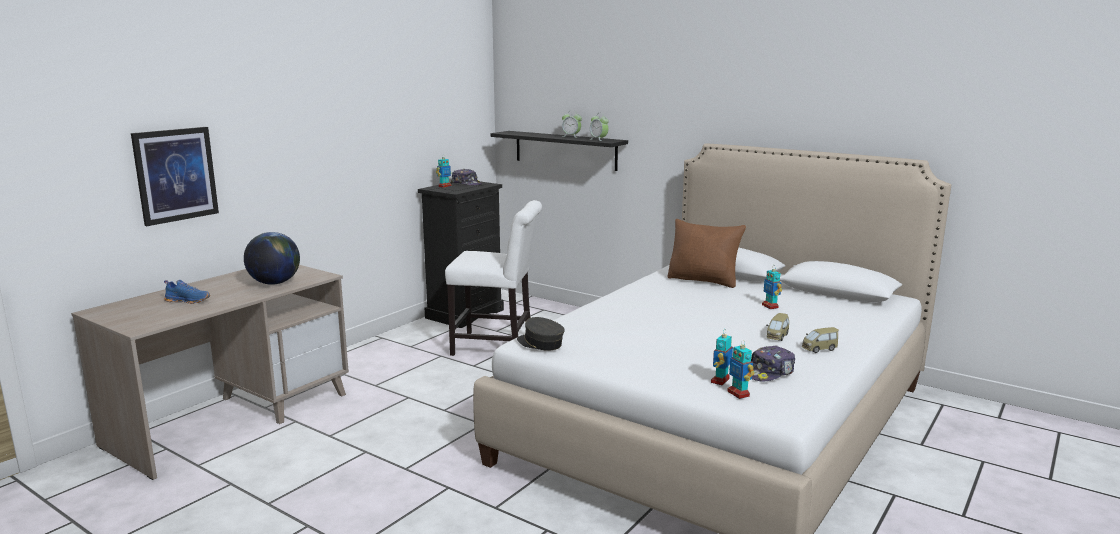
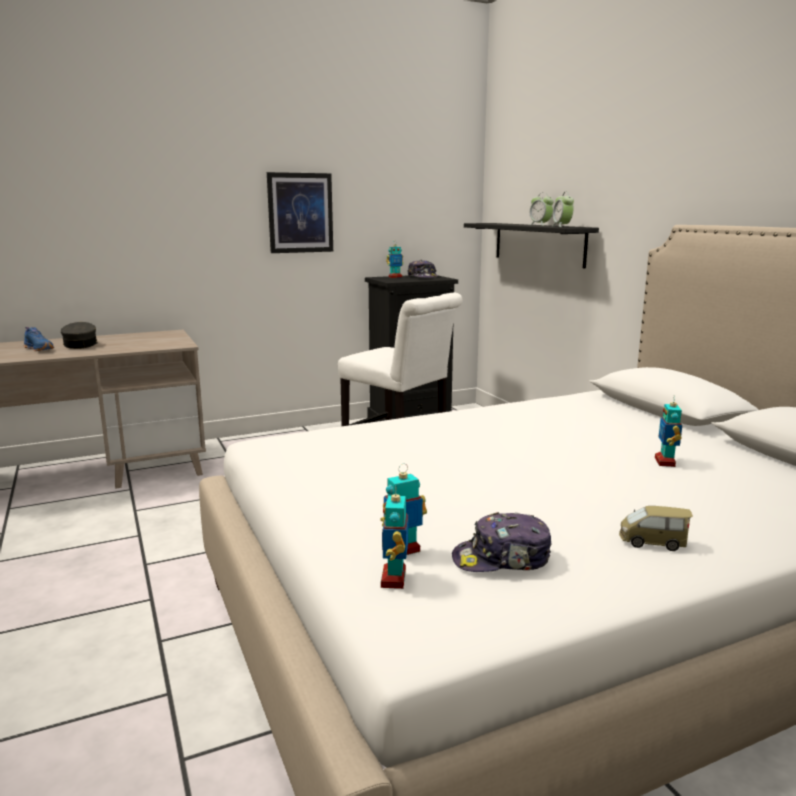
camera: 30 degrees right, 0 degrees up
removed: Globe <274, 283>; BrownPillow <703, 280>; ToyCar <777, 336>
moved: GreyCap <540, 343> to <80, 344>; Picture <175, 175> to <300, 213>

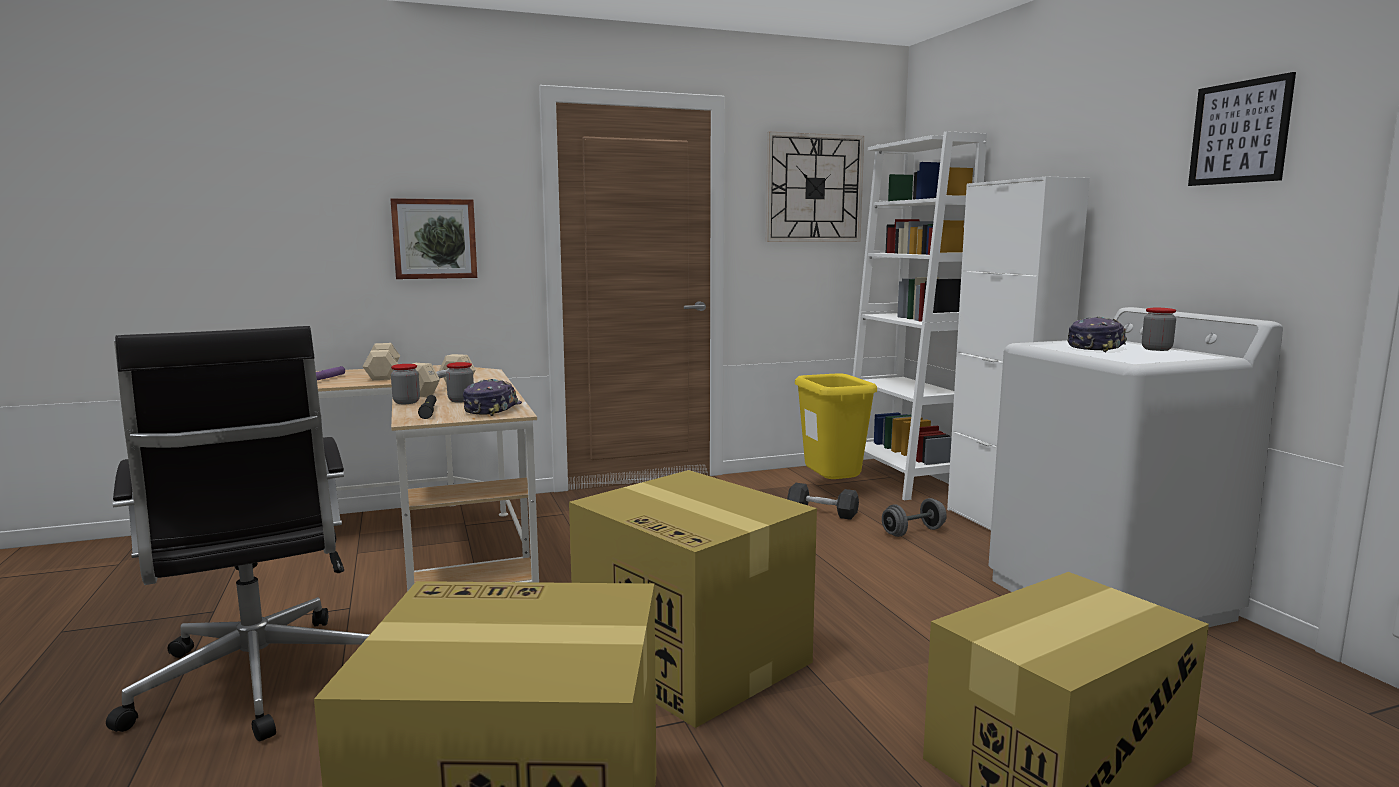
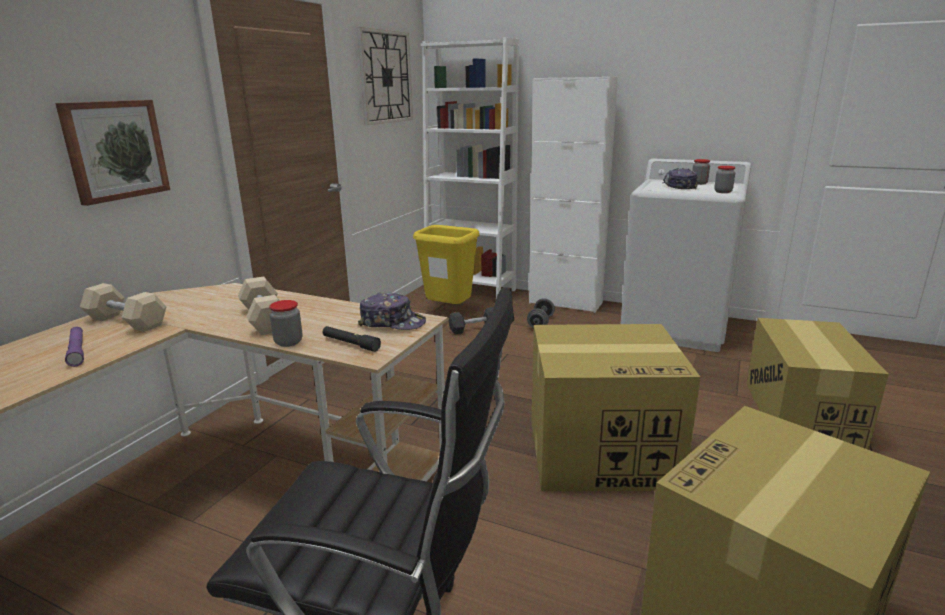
camera: 45 degrees left, 10 degrees up
removed: Picture <1239, 132>
moved: Jar <461, 400> to <723, 192>
turned: Cap <492, 409> = <392, 323> 135 degrees clockwise

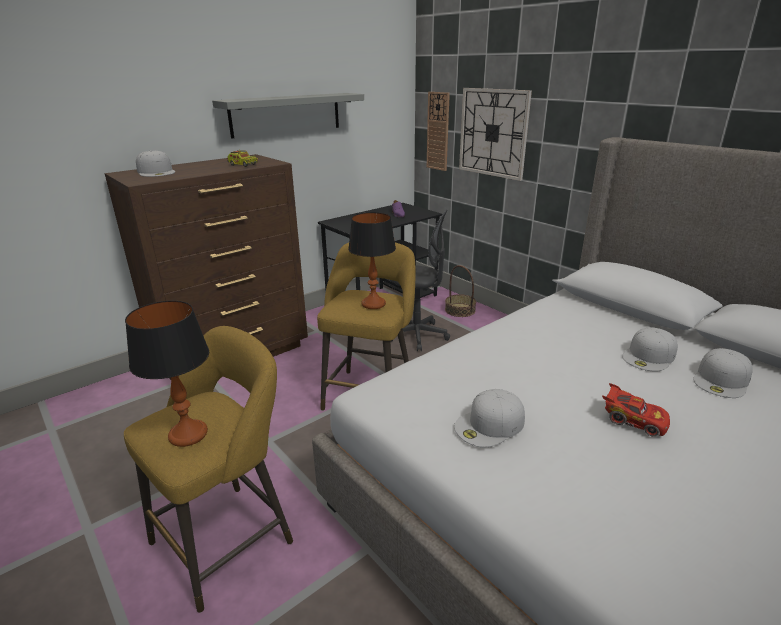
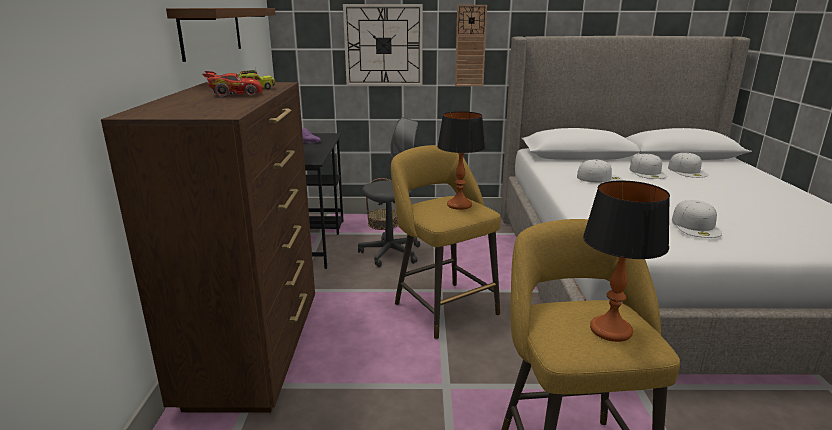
camera: 50 degrees left, 5 degrees down
moved: RedToyCar <633, 421> to <235, 95>; WallClock <438, 131> to <470, 46>; WhiteCap <156, 172> to <599, 178>
recoloured: GreyShelf <286, 114> to BrownShelf <212, 31>

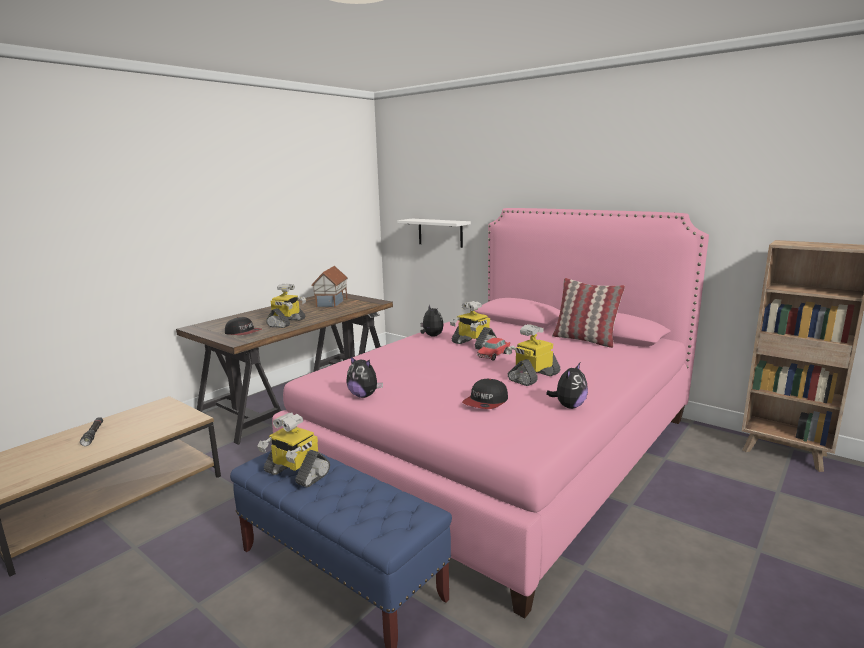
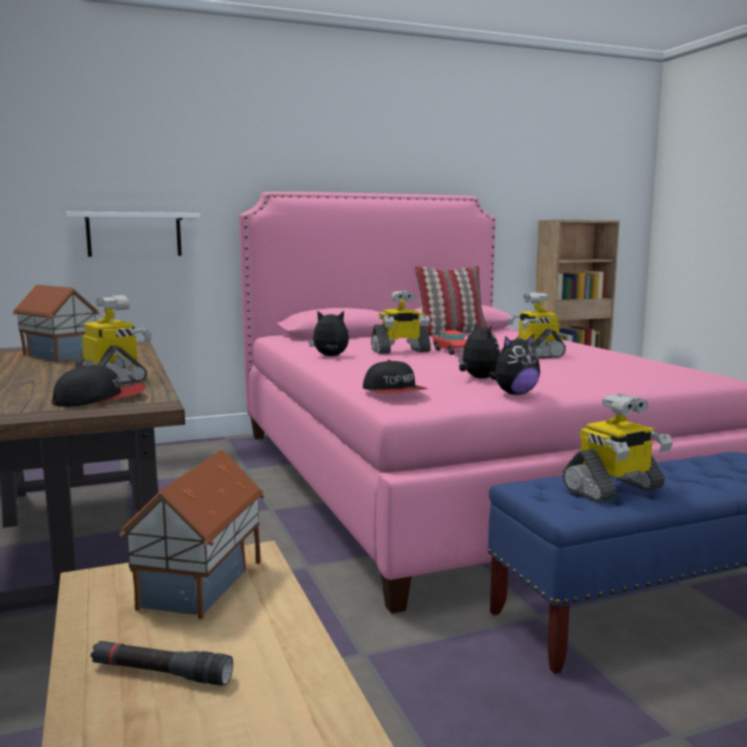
camera: 60 degrees left, 5 degrees down
added: ToyHouse <203, 584>
moved: Cap <486, 402> to <394, 391>; PlushToy <569, 406> to <478, 378>

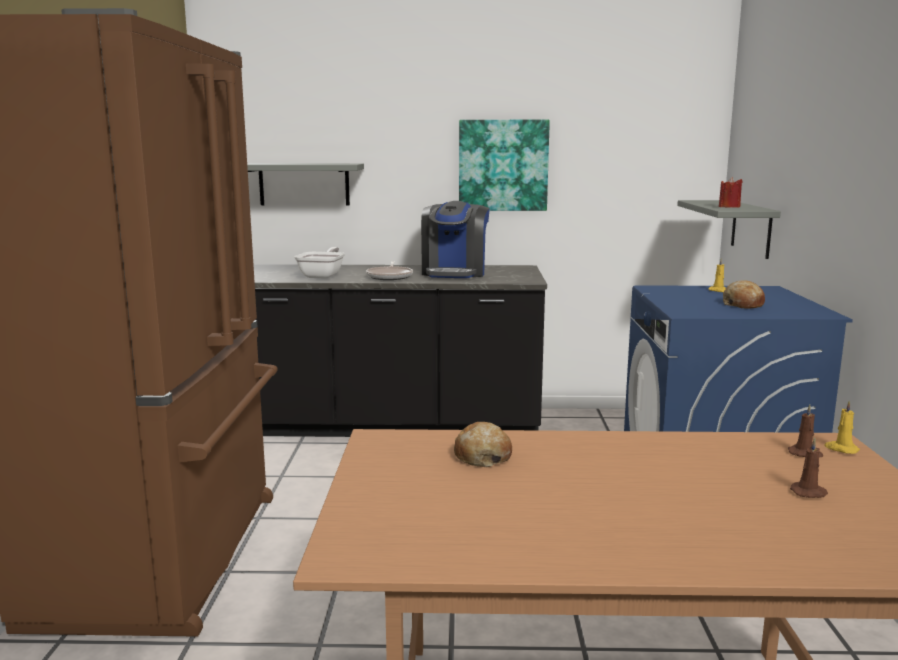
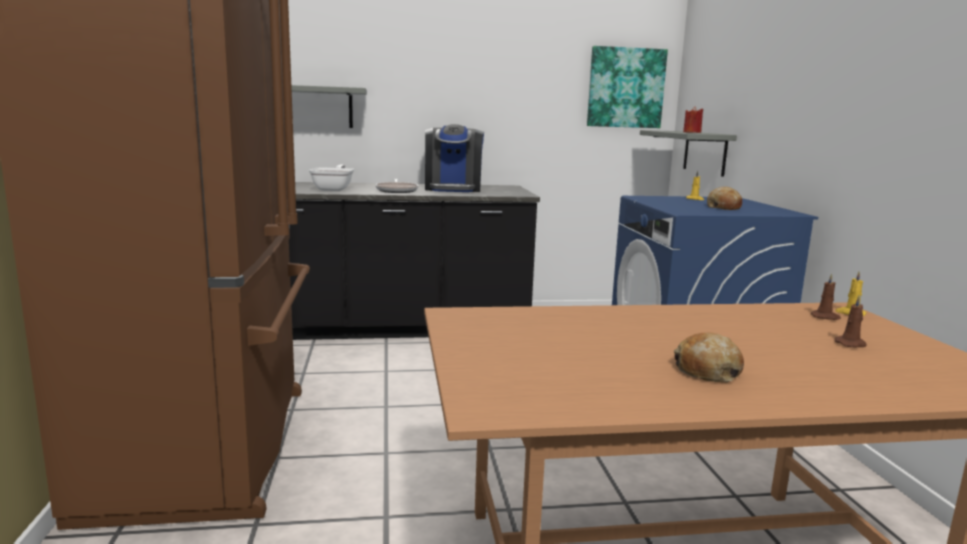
camera: 10 degrees left, 0 degrees up
moved: Picture <503, 165> to <625, 88>; Bread <482, 456> to <707, 371>

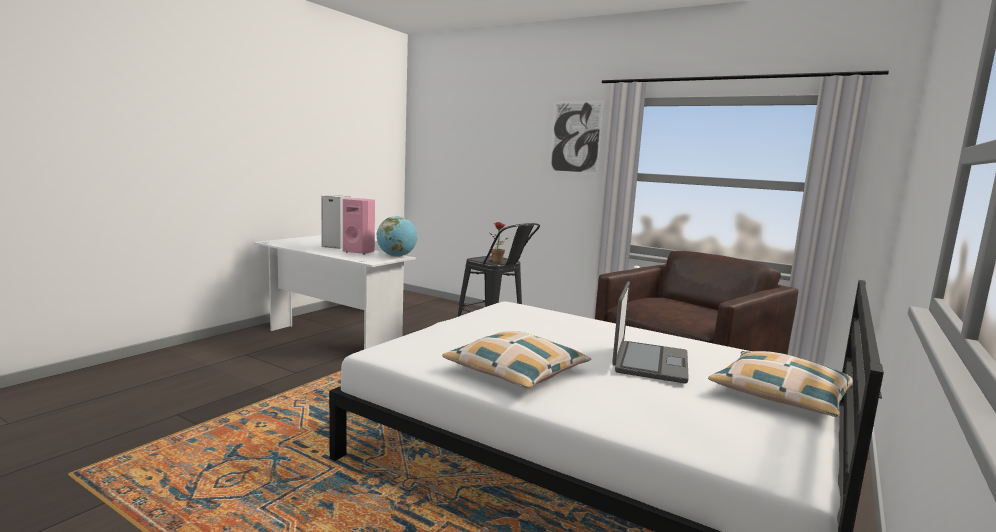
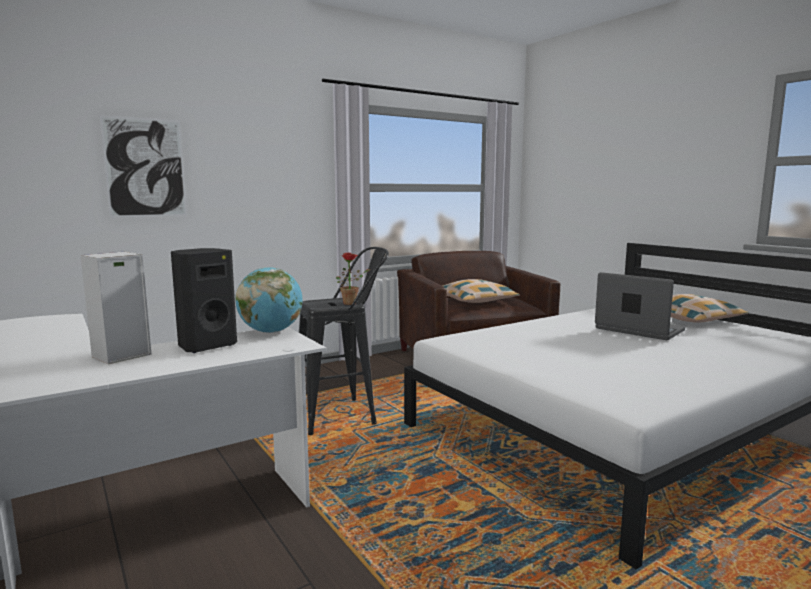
camera: 65 degrees left, 0 degrees up
moved: Picture <575, 137> to <145, 168>; Pillow <516, 371> to <475, 300>
recoloured: PinkSpeaker <359, 252> to BlackSpeaker <206, 346>

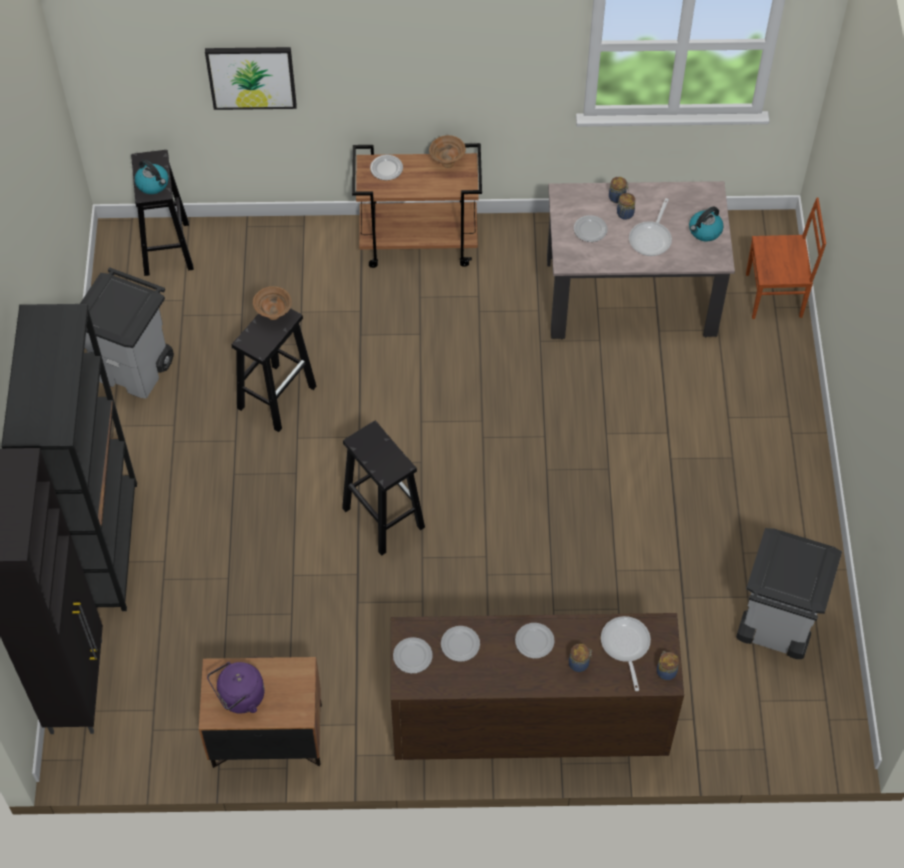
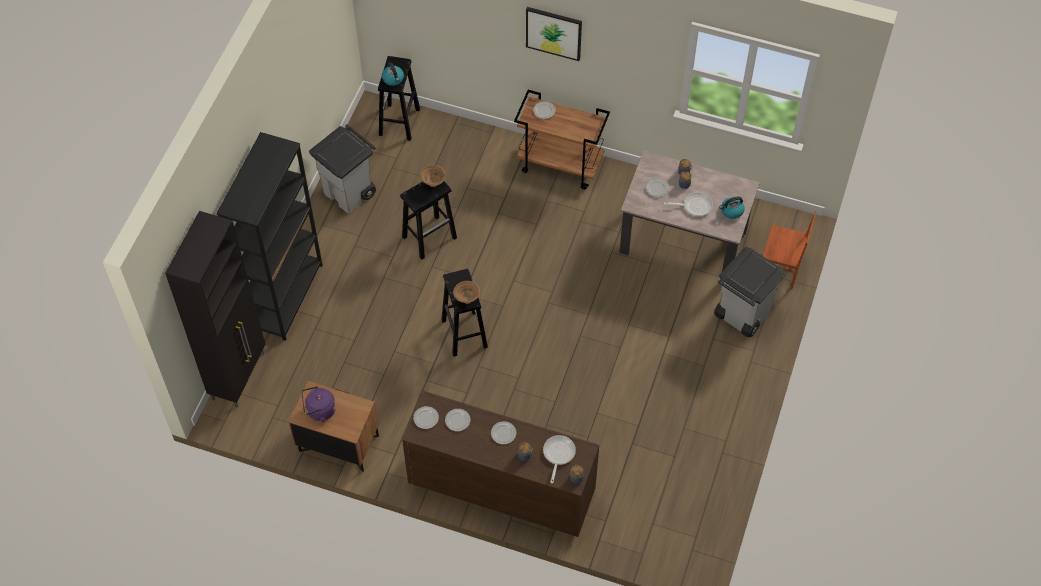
camera: 20 degrees right, 0 degrees up
moved: BrownBowl <447, 164> to <466, 300>; Picture <251, 77> to <554, 33>; GreyTrashCan <774, 627> to <741, 315>
turned: FryingPan <651, 238> = <694, 205> 135 degrees counterclockwise

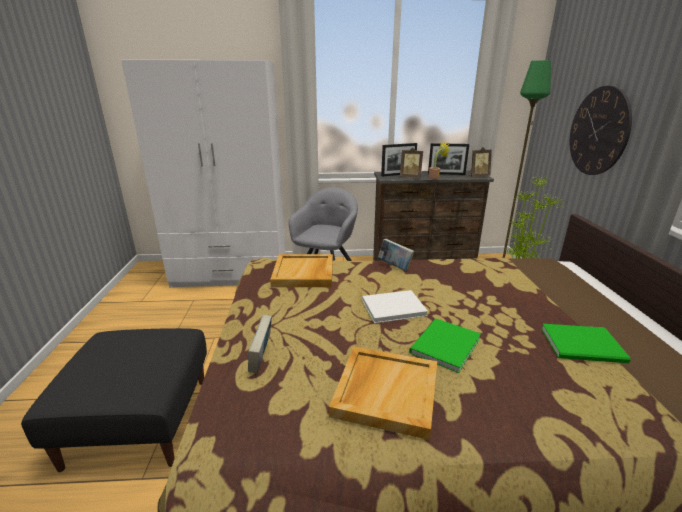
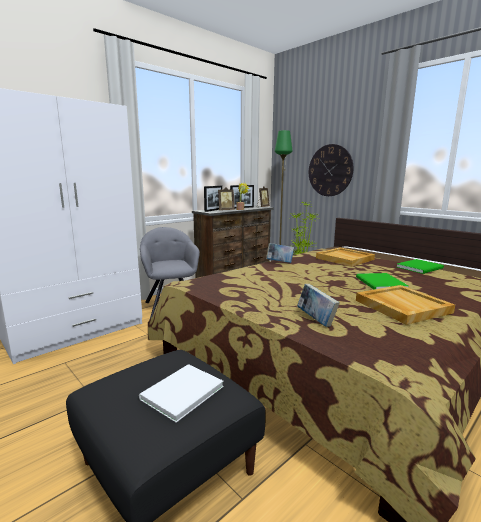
camera: 40 degrees left, 10 degrees down
moved: WhiteBook <391, 307> to <179, 393>; BeigeTray <304, 273> to <345, 259>

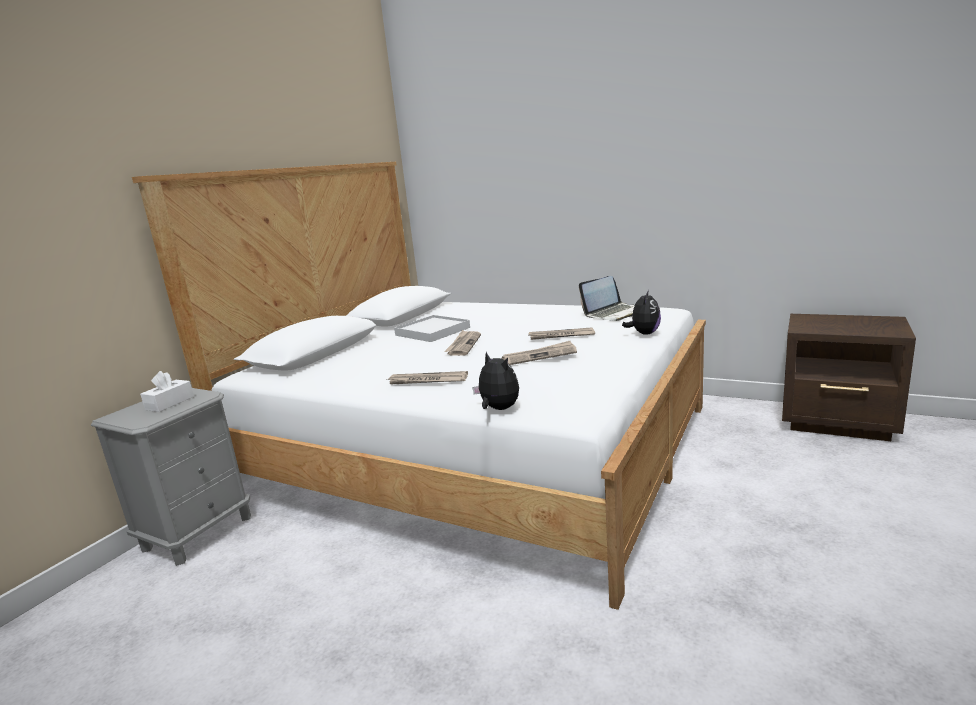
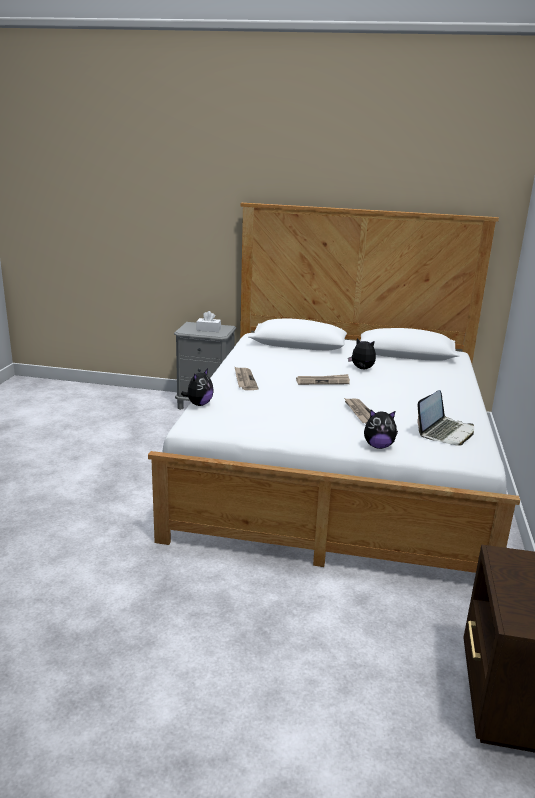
camera: 70 degrees right, 5 degrees up
removed: Newspaper <540, 356>
replaced: WhiteTray <432, 331> to PlushToy <362, 369>
turned: Laptop <613, 313> = <445, 432> 90 degrees counterclockwise

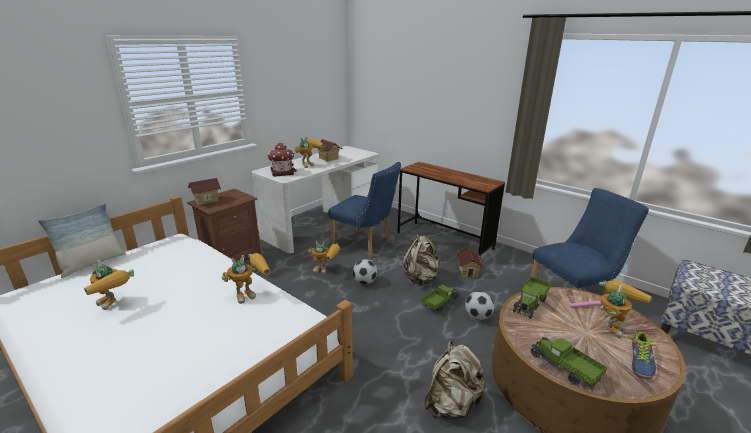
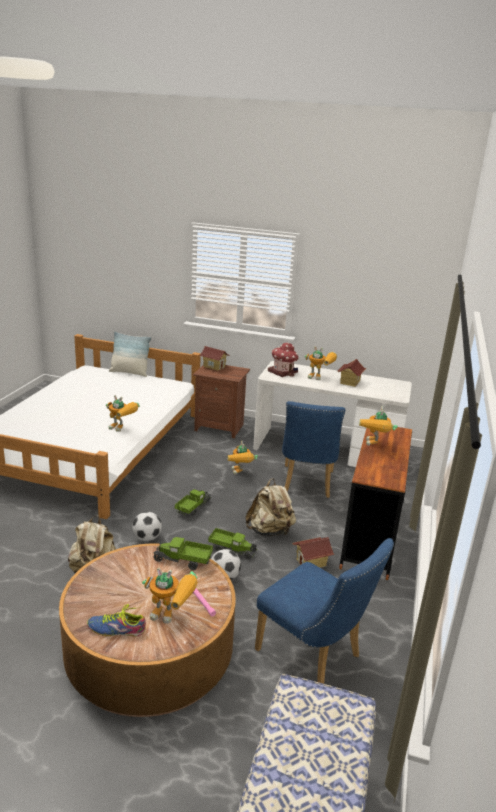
camera: 65 degrees right, 0 degrees up
moved: Football <365, 282> to <147, 538>; ToyTruck <564, 368> to <193, 508>; ToyRobot <115, 305> to <375, 446>

